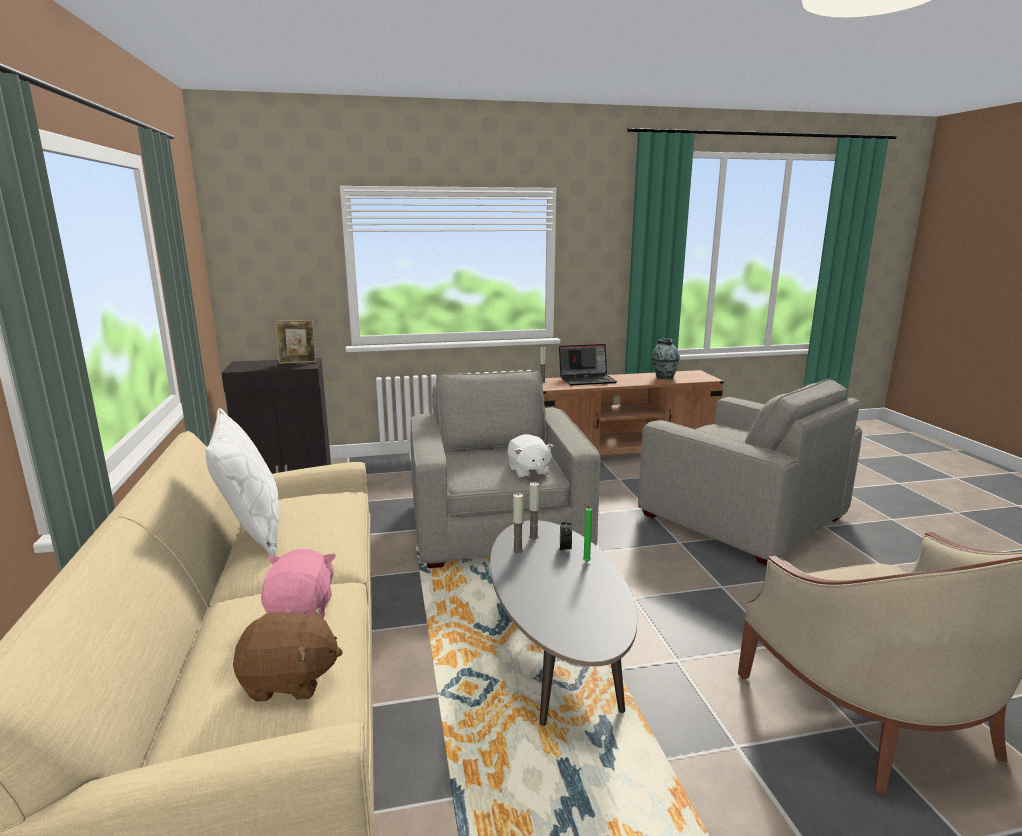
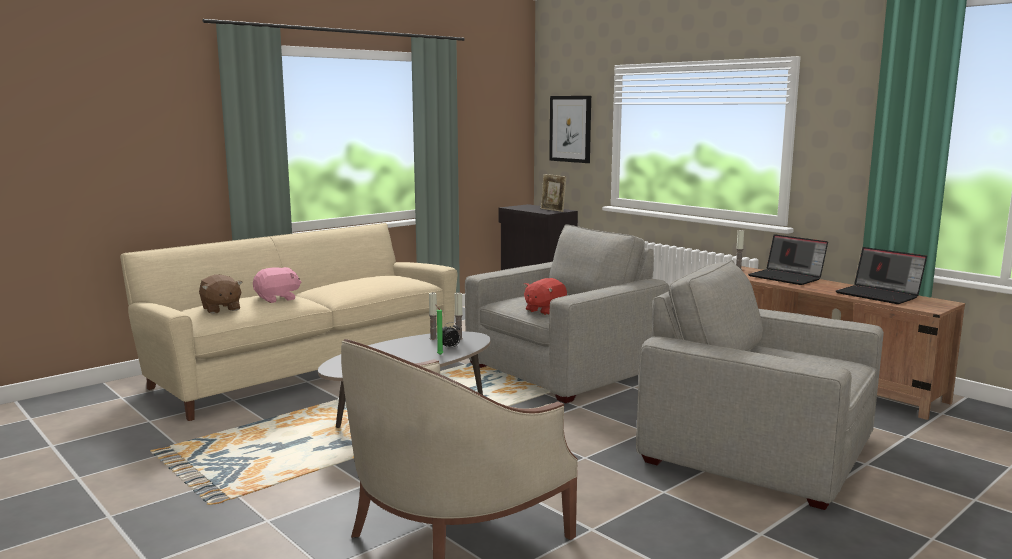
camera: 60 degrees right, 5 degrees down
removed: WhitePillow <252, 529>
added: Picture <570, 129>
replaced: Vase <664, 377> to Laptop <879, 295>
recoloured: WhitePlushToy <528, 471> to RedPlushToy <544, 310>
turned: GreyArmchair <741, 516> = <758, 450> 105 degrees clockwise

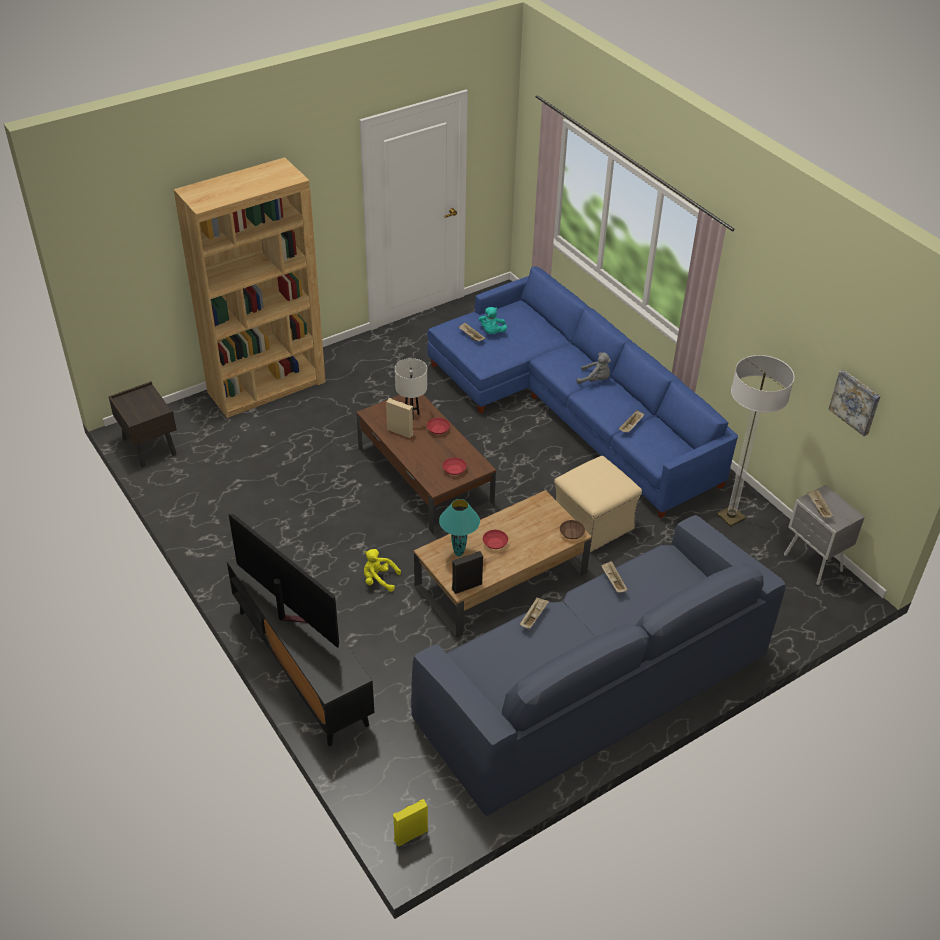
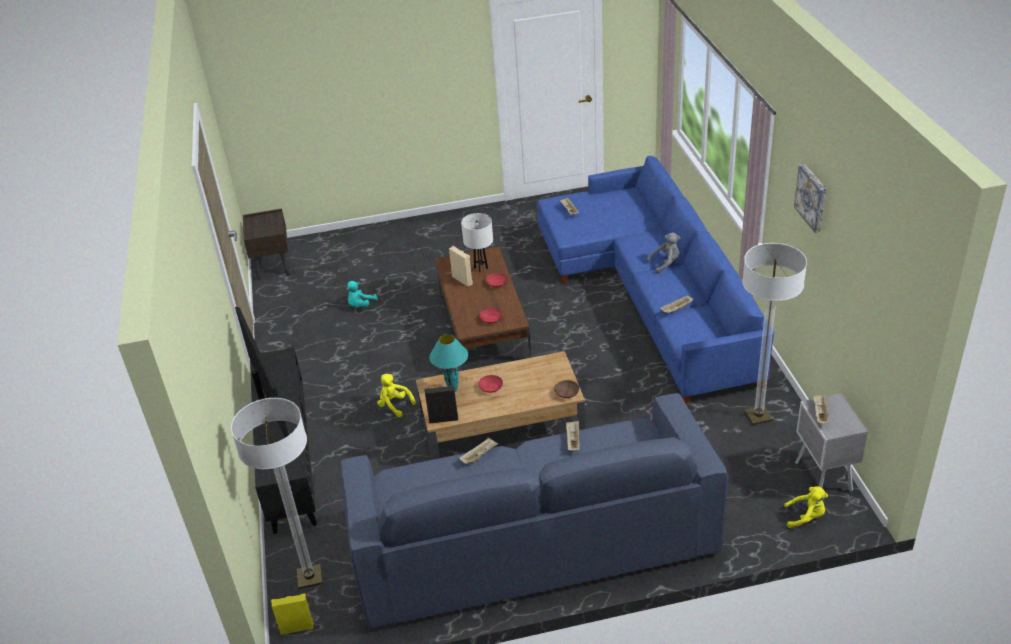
camera: 25 degrees right, 5 degrees down
removed: BrownBookcase <267, 387>; BeigeOttoman <592, 524>
added: FloorLamp <309, 577>; YellowPlushToy <806, 517>
moved: TurquoisePlushToy <492, 332> to <360, 305>; Picture <855, 402> to <812, 197>
turned: GreyPlushToy <595, 380> = <665, 263> 60 degrees counterclockwise

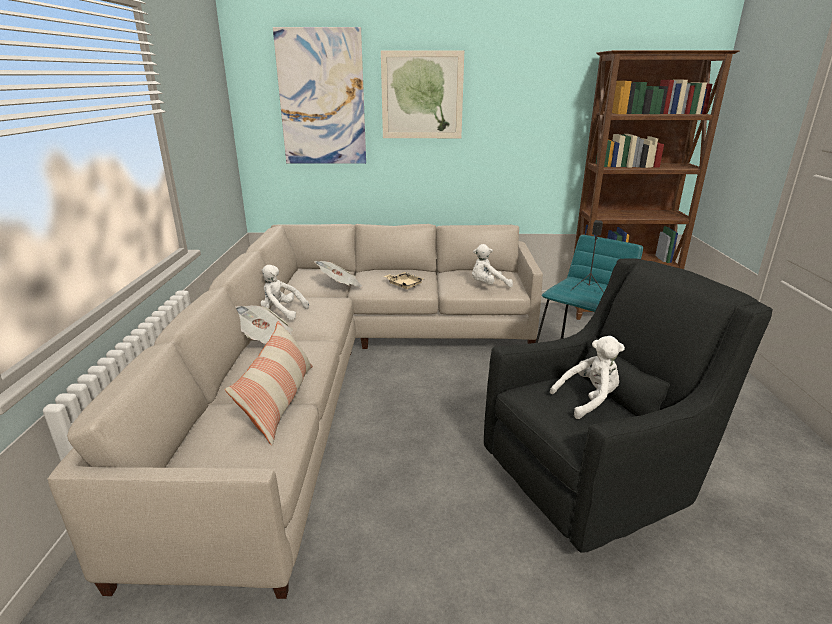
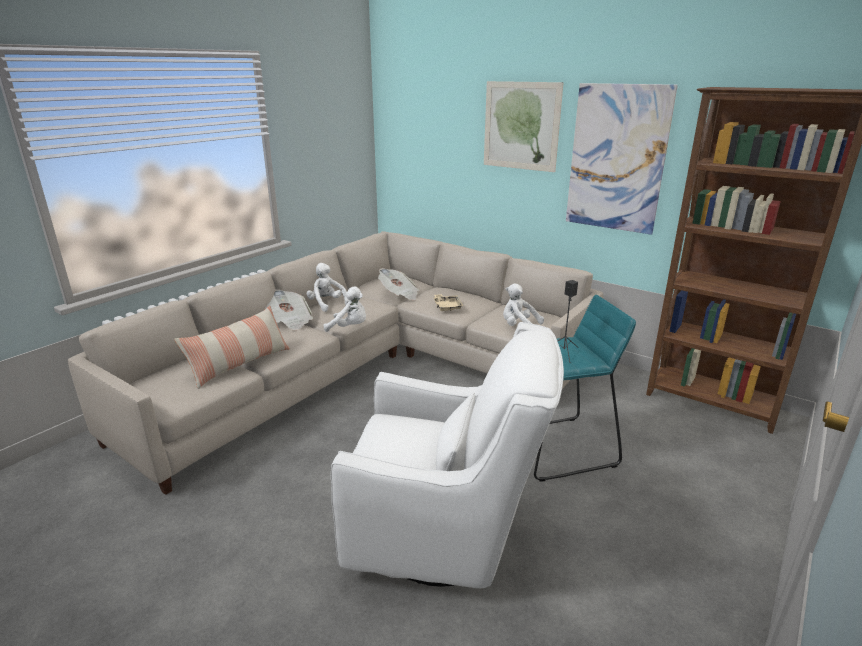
camera: 35 degrees right, 0 degrees up
moved: WhitePlushToy <588, 400> to <349, 327>; Picture <322, 98> to <616, 159>
recoloured: BlackArmchair <595, 481> to WhiteArmchair <447, 534>

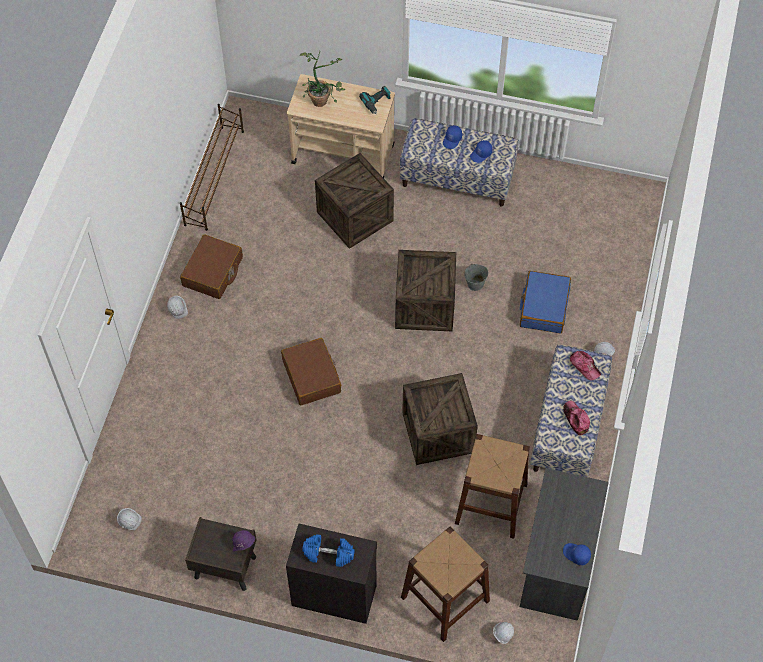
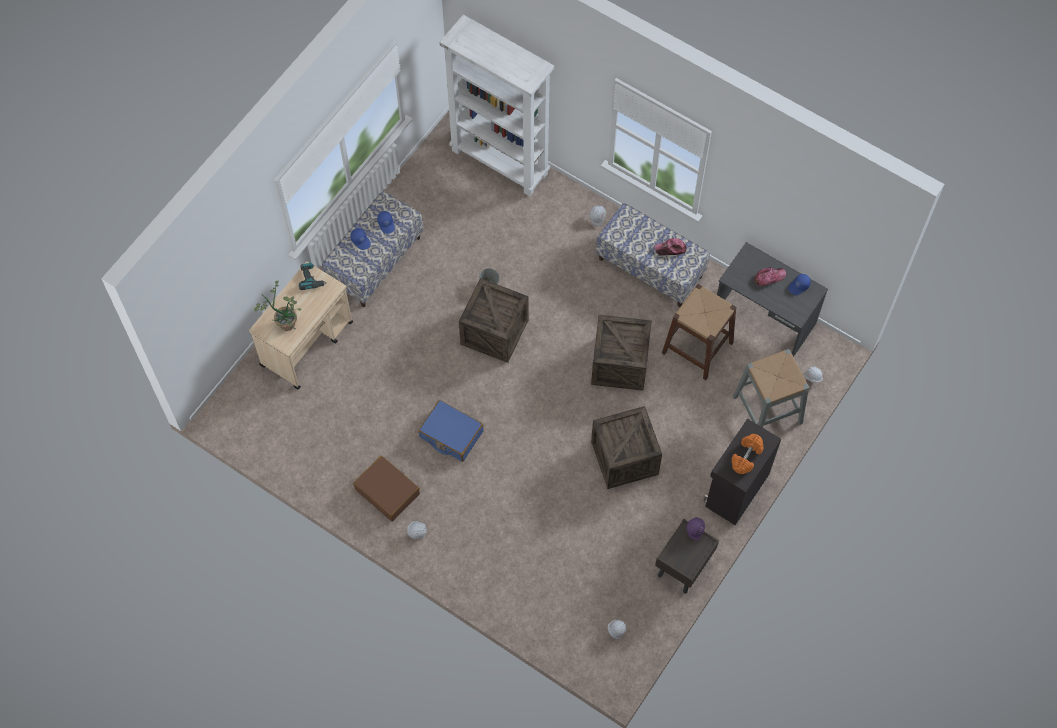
camera: 70 degrees left, 5 degrees up
removed: BrownShoeRack <215, 177>; BrownSuitcase <312, 376>
added: WhiteBookcase <500, 162>
moved: BlueSuitcase <544, 307> to <451, 434>; Crate <355, 216> to <624, 458>; Cap <584, 366> to <769, 277>
recoloured: BlueDumbbell <328, 554> to OrangeDumbbell <746, 456>; BrownStool <445, 599> to GreyStool <767, 409>

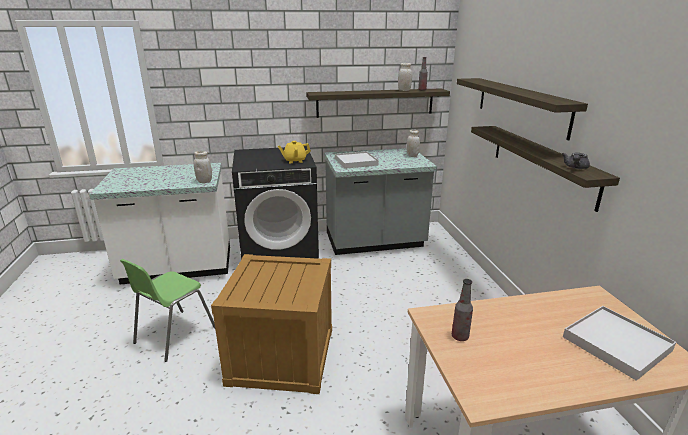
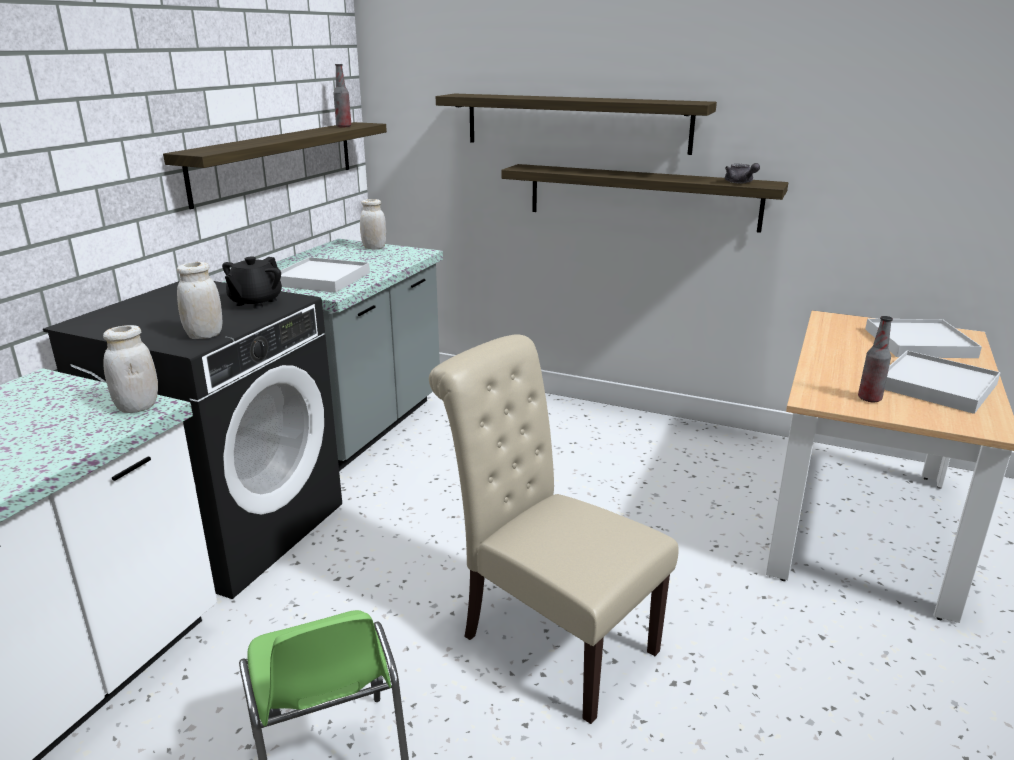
camera: 55 degrees left, 0 degrees up
added: WhiteTray <937, 386>
moved: WhiteJar <404, 90> to <204, 335>
replaced: Crate <282, 356> to BeigeChair <549, 639>
recoloured: YellowTeapot <294, 161> to BlackTeapot <255, 302>

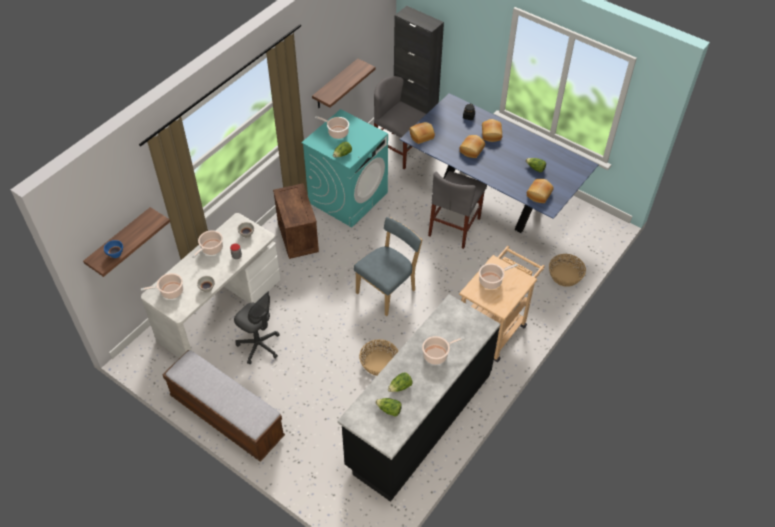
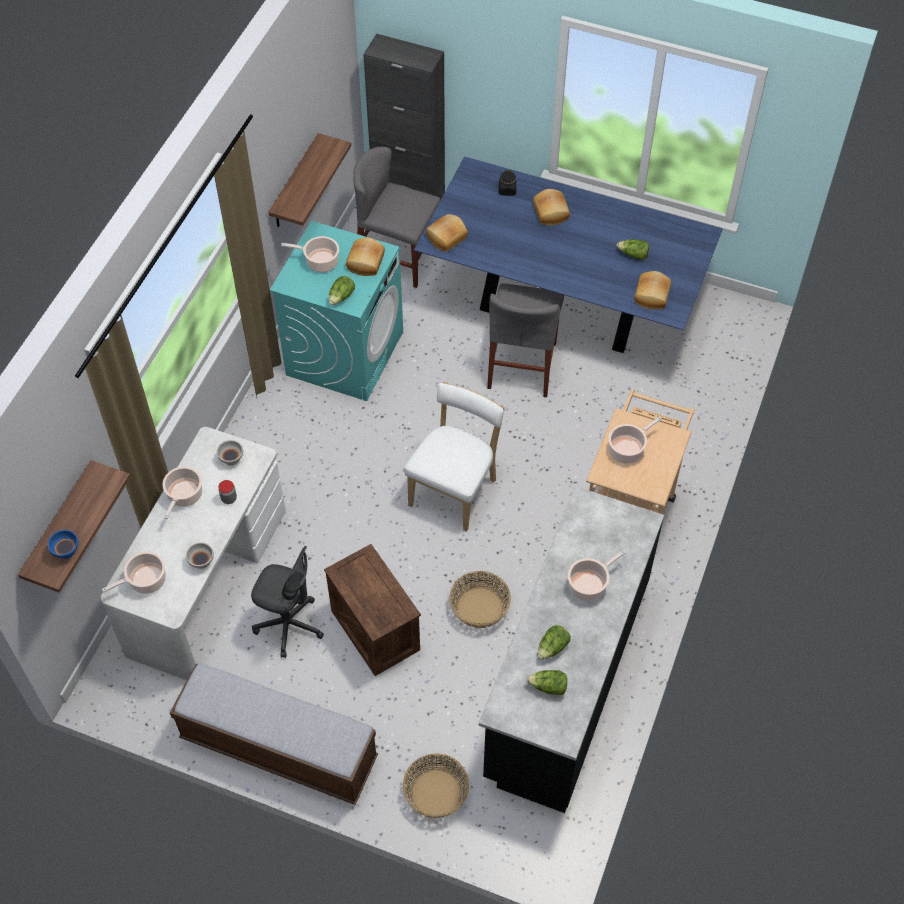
camera: 15 degrees left, 5 degrees up
moved: Crate <297, 237> to <374, 630>; Bread <472, 150> to <366, 263>; Basket <565, 276> to <436, 793>
recoloured: BlueChair <388, 290> to WhiteChair <455, 490>

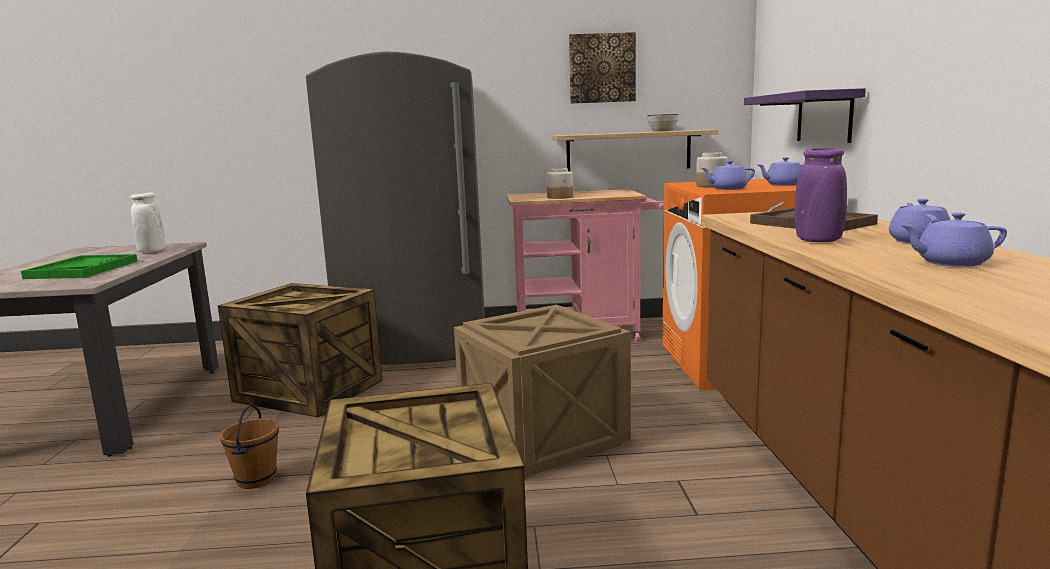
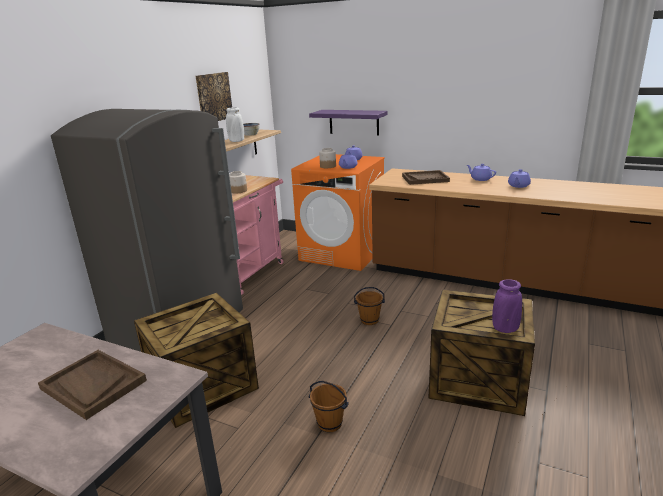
camera: 60 degrees left, 10 degrees up
moved: WhiteVase <151, 251> to <236, 141>; PurpleVase <818, 241> to <505, 329>
replaced: Crate <545, 438> to BrownBucket <369, 320>
recoloured: GreenTray <83, 269> to BrownTray <93, 385>

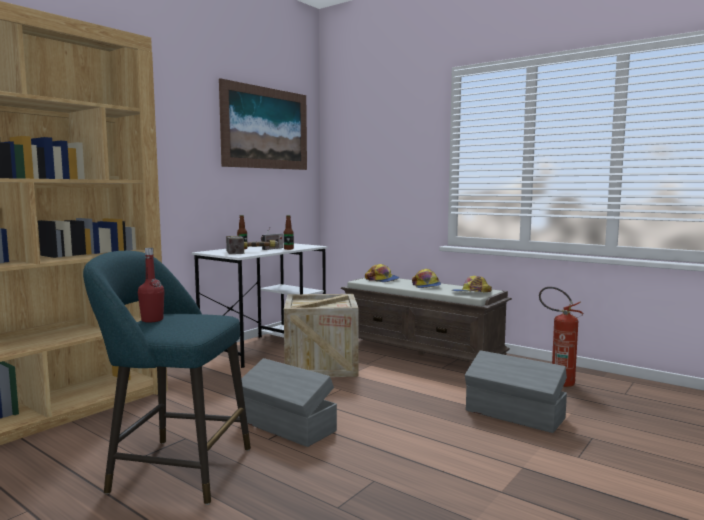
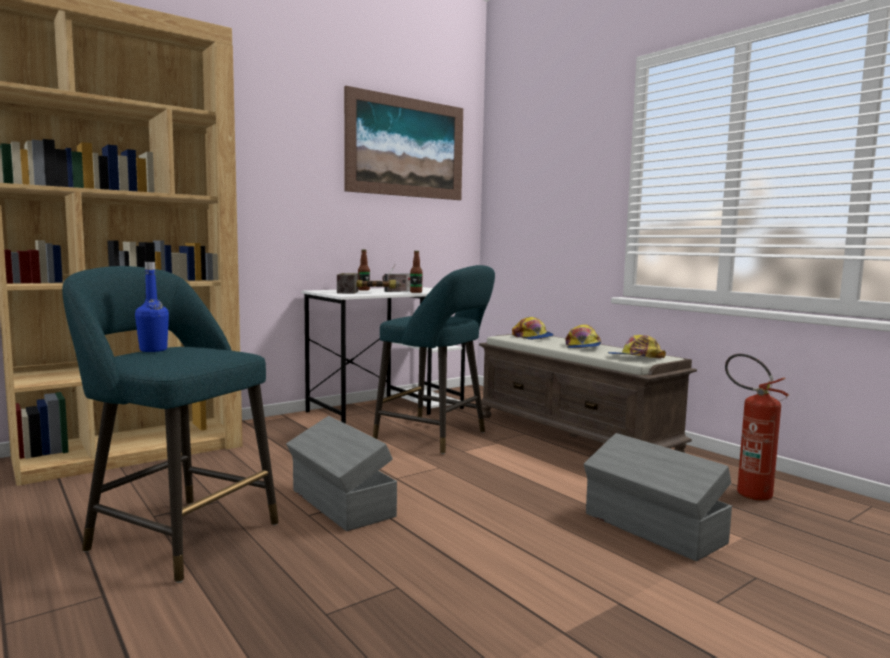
camera: 15 degrees right, 0 degrees up
replaced: Crate <321, 365> to TurquoiseStool <436, 437>
recoloured: RedBottle <152, 320> to BlueBottle <153, 350>

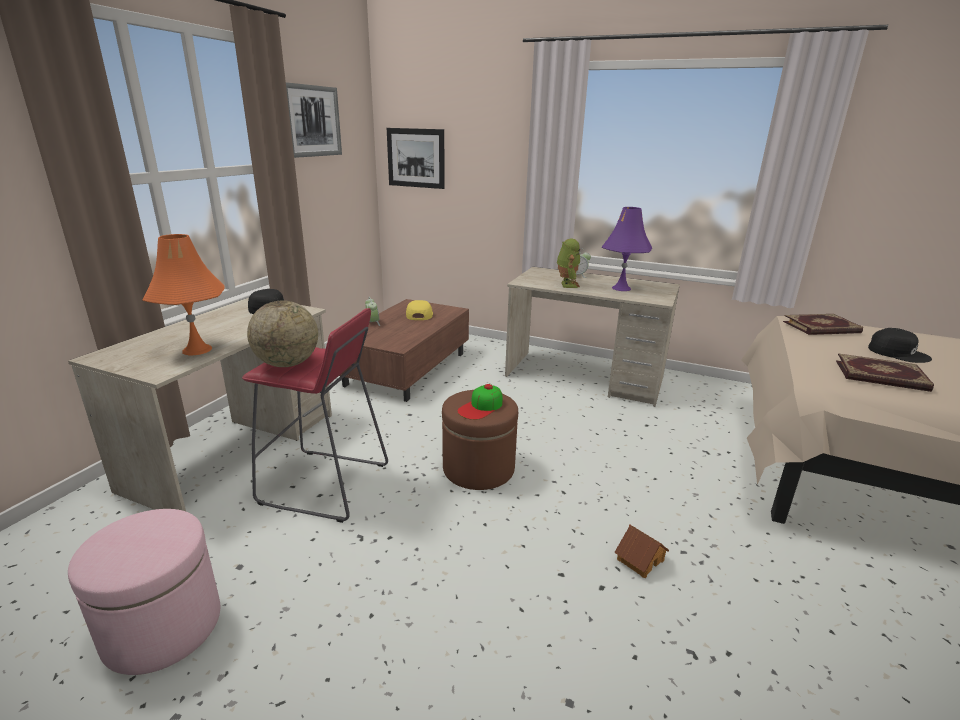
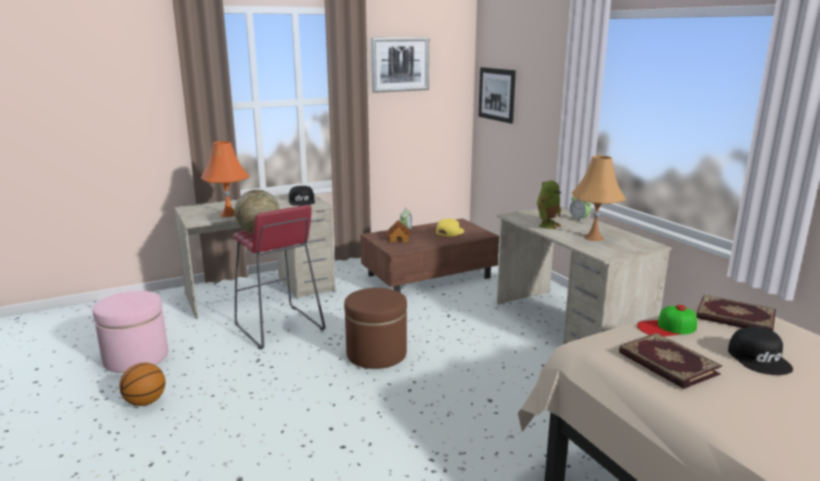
camera: 40 degrees right, 5 degrees down
added: Basketball <146, 402>
moved: ToyHouse <639, 559> to <398, 239>; Cap <481, 407> to <667, 327>
recoloured: PurpleTableLamp <621, 288> to OrangeTableLamp <594, 237>

